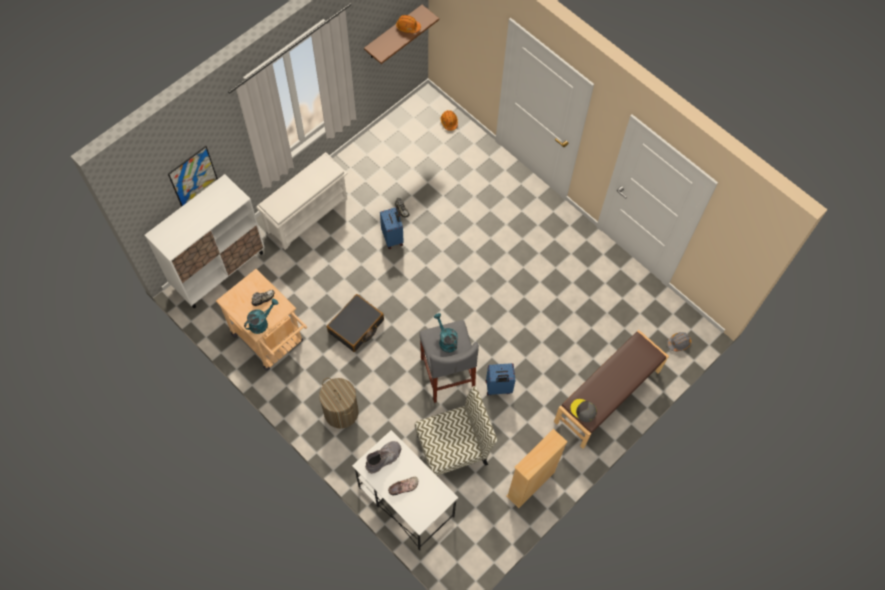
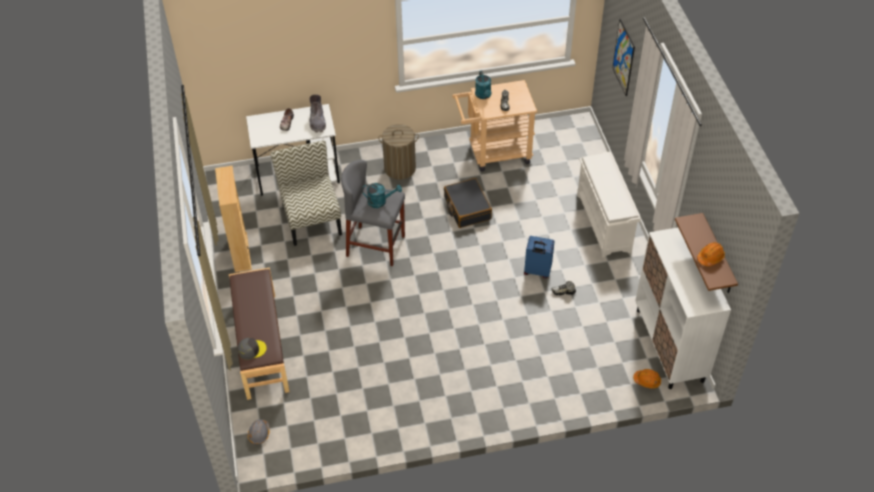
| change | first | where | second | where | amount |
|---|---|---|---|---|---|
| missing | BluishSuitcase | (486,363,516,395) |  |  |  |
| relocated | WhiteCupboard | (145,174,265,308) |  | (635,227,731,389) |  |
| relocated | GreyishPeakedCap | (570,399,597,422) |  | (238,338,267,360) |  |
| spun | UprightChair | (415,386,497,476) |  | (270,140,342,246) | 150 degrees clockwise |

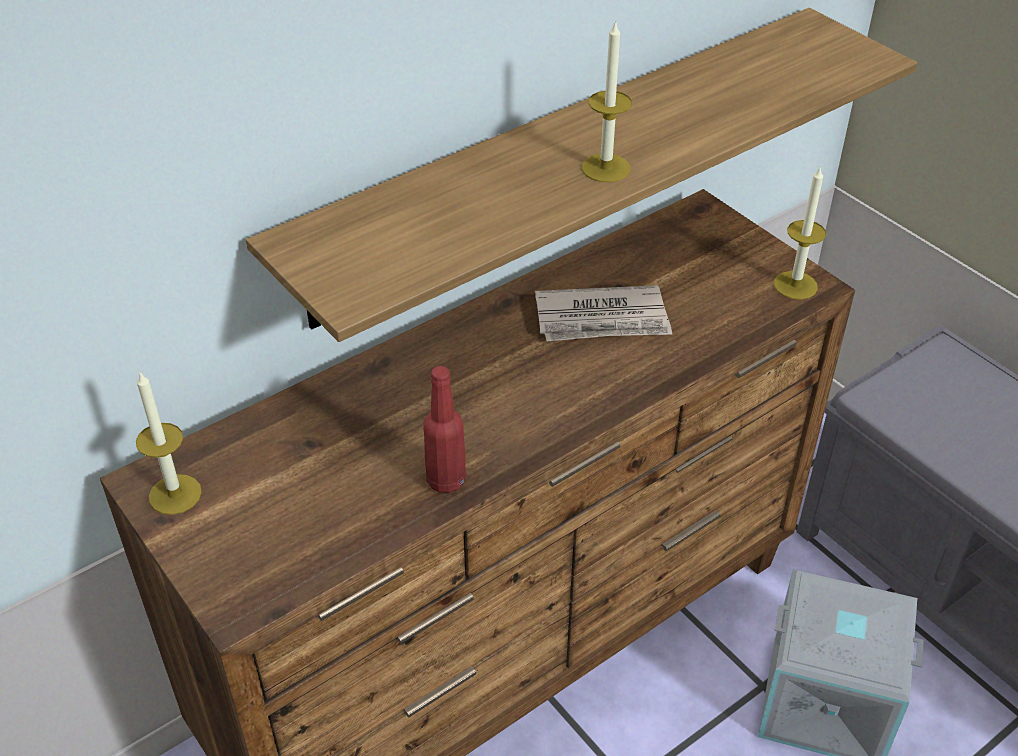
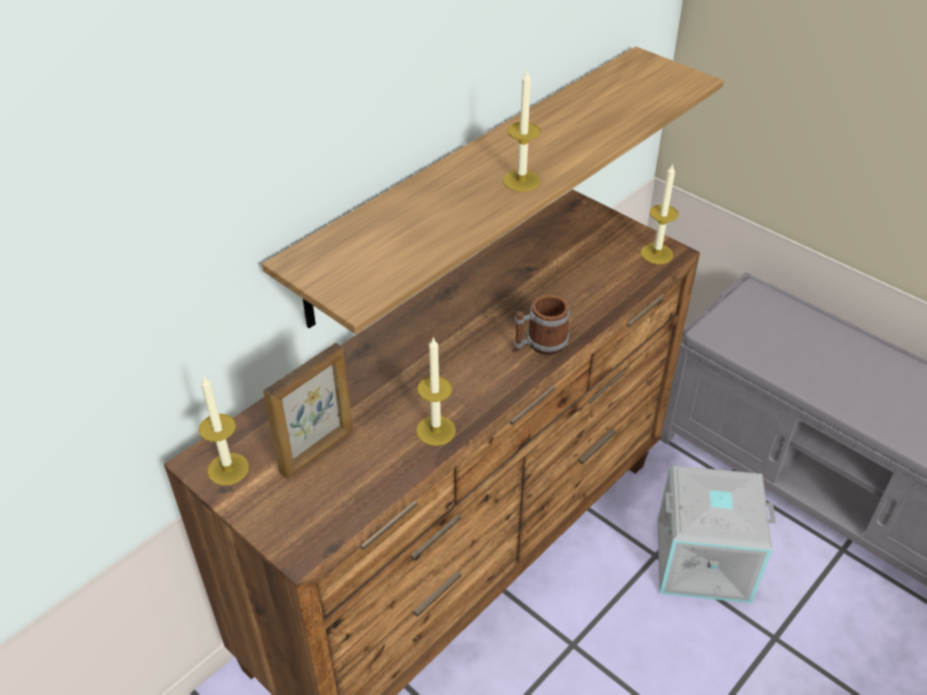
| change | first | where | second | where | amount |
|---|---|---|---|---|---|
| missing | PrintedPaper | (535,285,672,341) |  |  |  |
| appeared |  |  | PhotoFrame | (263,343,353,479) |  |
| appeared |  |  | CoffeeMug | (513,295,570,355) |  |
| exchanged | ReddishBeverageBottle | (424,366,466,493) | WaxCandle | (416,337,456,446) |  |

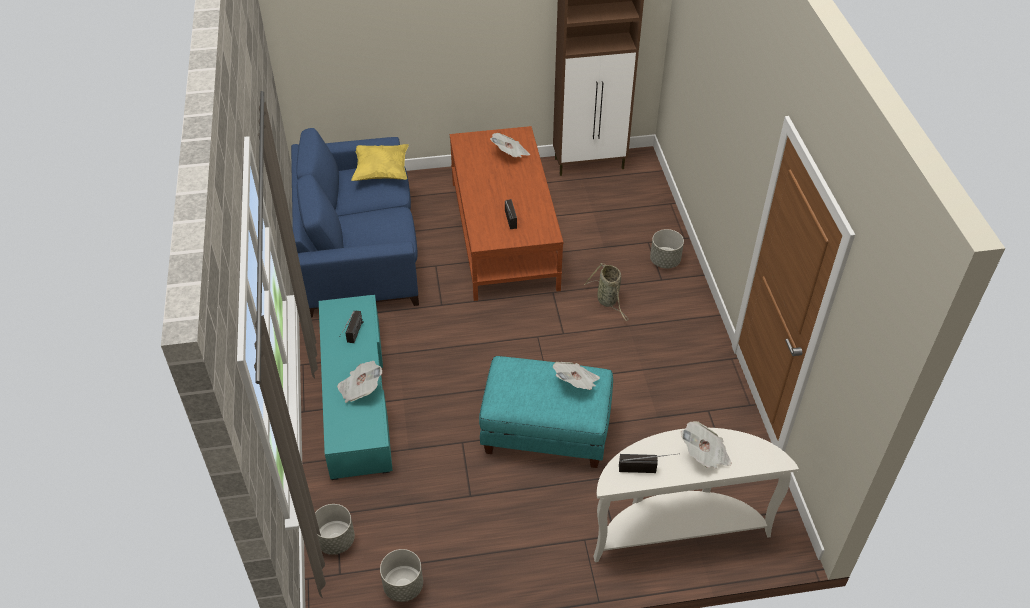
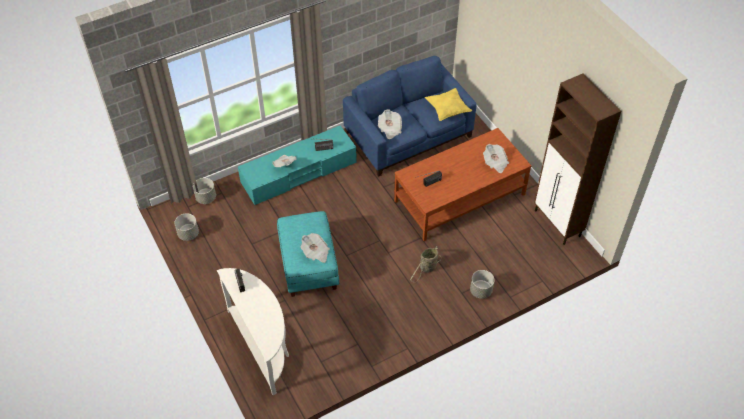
| change | first | where | second | where | amount |
|---|---|---|---|---|---|
| relocated | PrintedPaper | (681,421,732,468) |  | (378,109,402,139) |  |

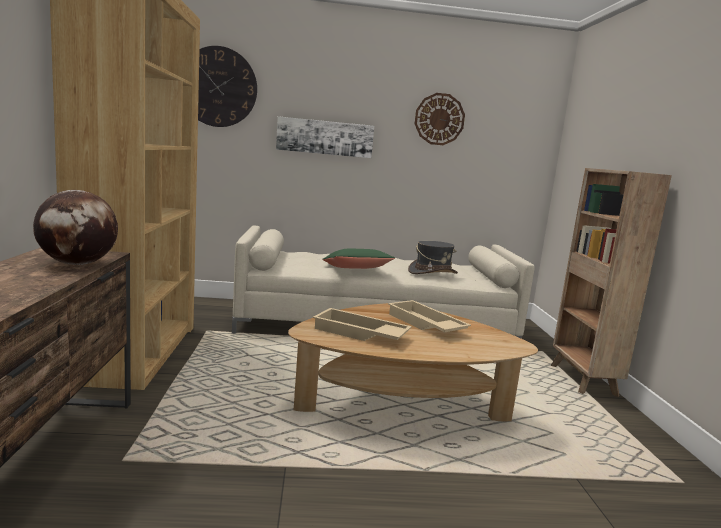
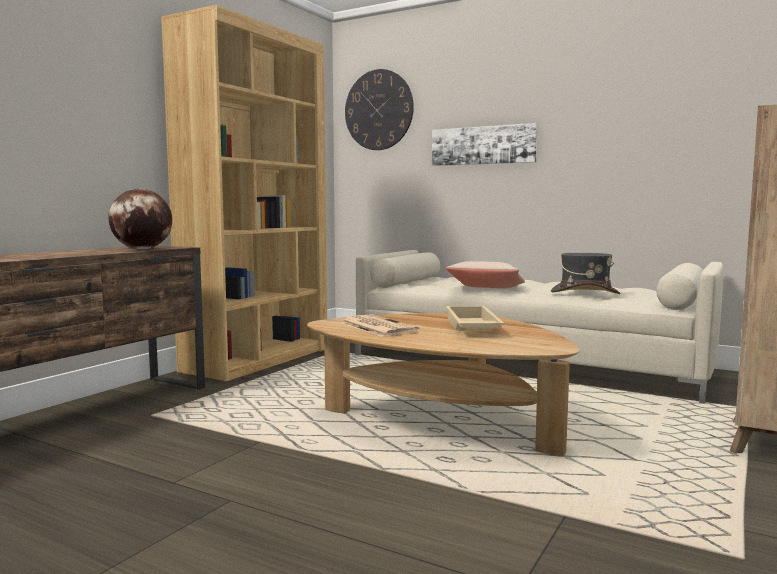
| change | first | where | second | where | amount |
|---|---|---|---|---|---|
| missing | HangingClock | (415,93,465,145) |  |  |  |
| exchanged | SandColouredTray | (313,308,412,341) | PrintedPaper | (341,314,420,337) |  |
| colour | GreenColouredThrowPillow | (322,249,395,269) | SandColouredThrowPillow | (446,261,525,288) |  |

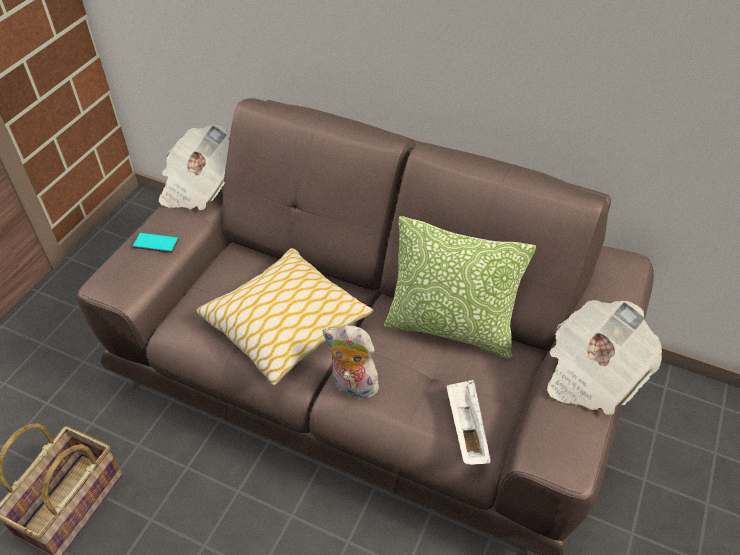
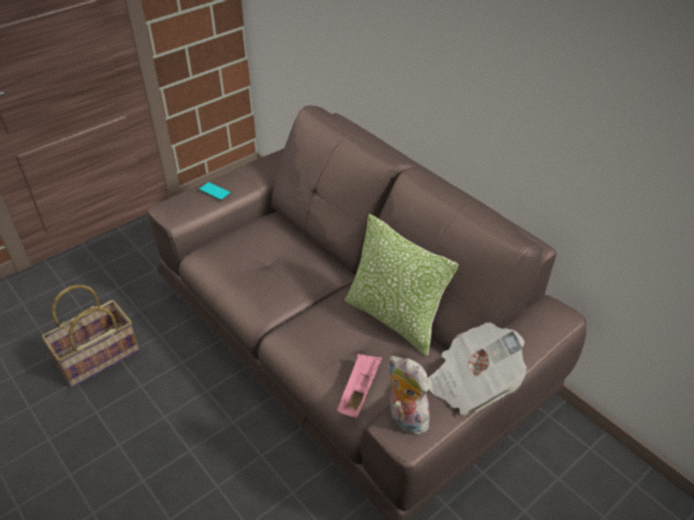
| change | first | where | second | where | amount |
|---|---|---|---|---|---|
| missing | PrintedPaper | (159,124,229,210) |  |  |  |
| missing | ThrowPillow | (197,248,373,385) |  |  |  |
| relocated | SoftToy | (323,325,381,399) |  | (389,356,430,435) |  |
| colour | WhiteTray | (447,380,491,465) | PinkColouredTray | (337,354,382,418) |  |

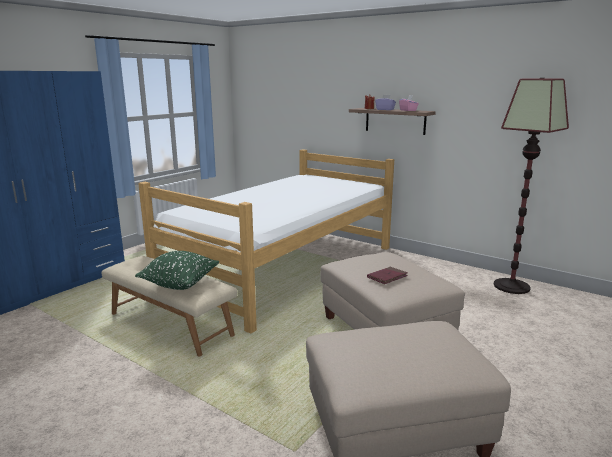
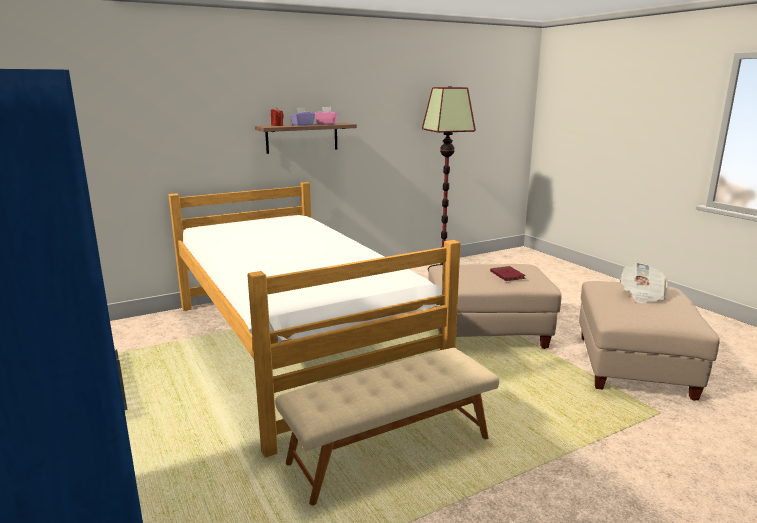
| change | first | where | second | where | amount |
|---|---|---|---|---|---|
| missing | GreenColouredThrowPillow | (135,251,219,290) |  |  |  |
| appeared |  |  | PrintedPaper | (620,263,668,303) |  |

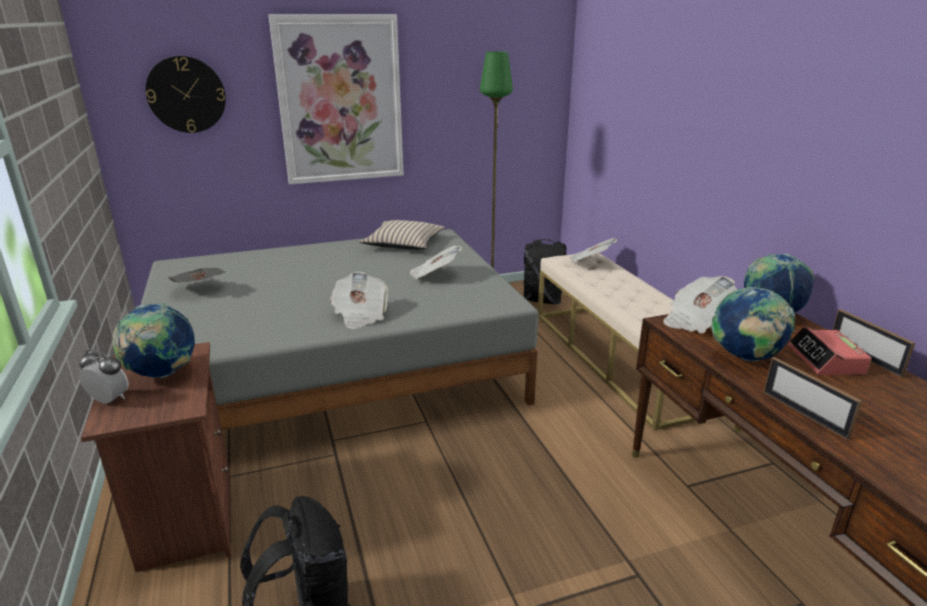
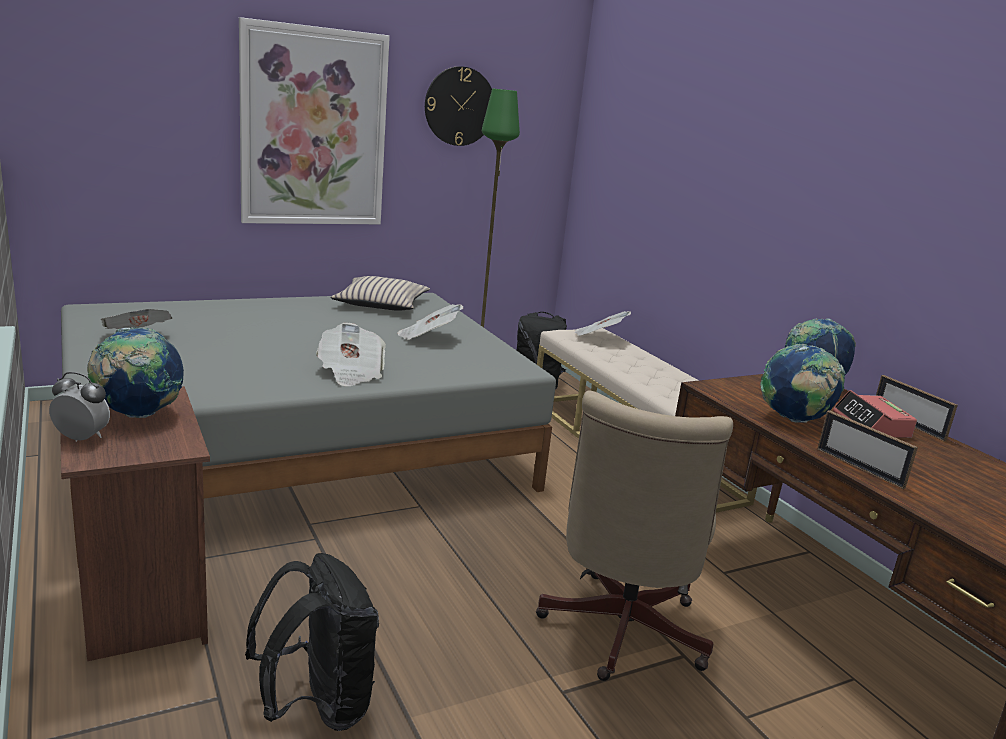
| change | first | where | second | where | amount |
|---|---|---|---|---|---|
| missing | PrintedPaper | (663,276,737,333) |  |  |  |
| appeared |  |  | SandColouredDeskChair | (536,390,733,681) |  |
| relocated | HangingClock | (146,56,226,133) |  | (425,66,492,146) |  |

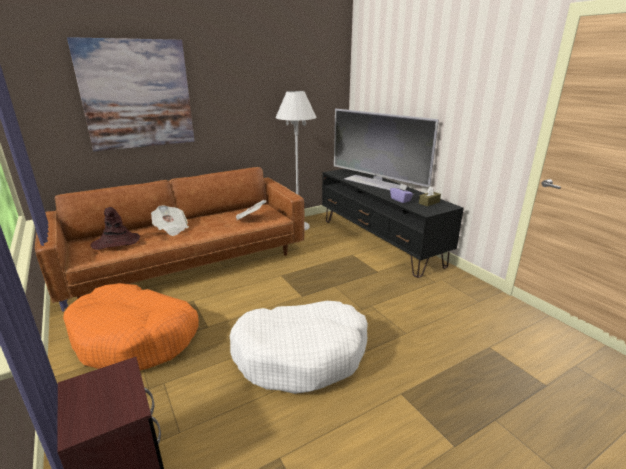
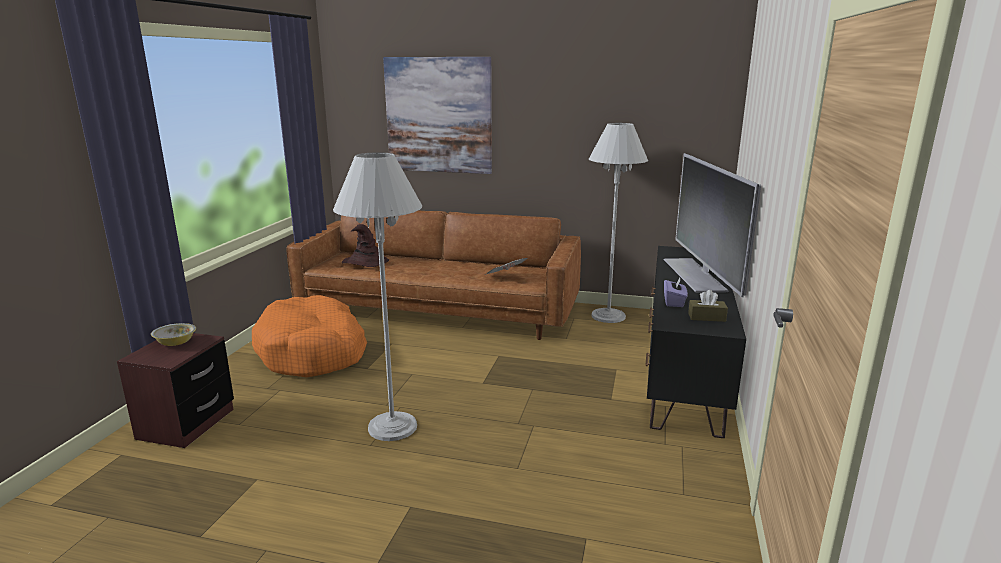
| change | first | where | second | where | amount |
|---|---|---|---|---|---|
| missing | PrintedPaper | (151,205,189,236) |  |  |  |
| appeared |  |  | ServingBowl | (151,323,196,346) |  |
| exchanged | WhiteDogCushion | (230,301,368,394) | WhiteStandardLamp | (333,152,422,441) |  |

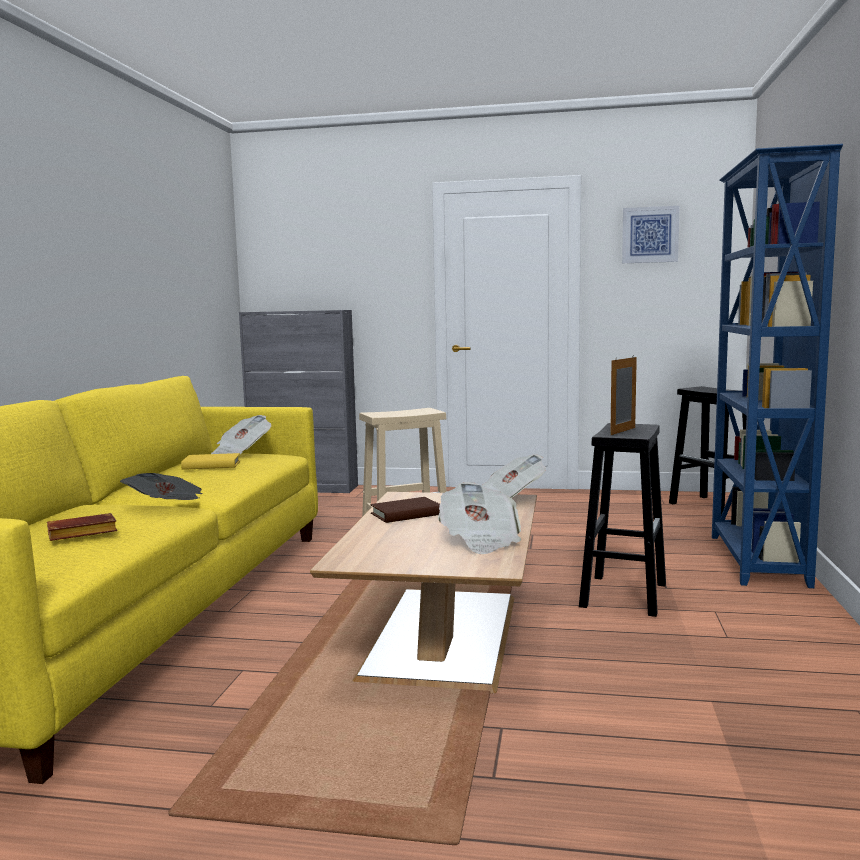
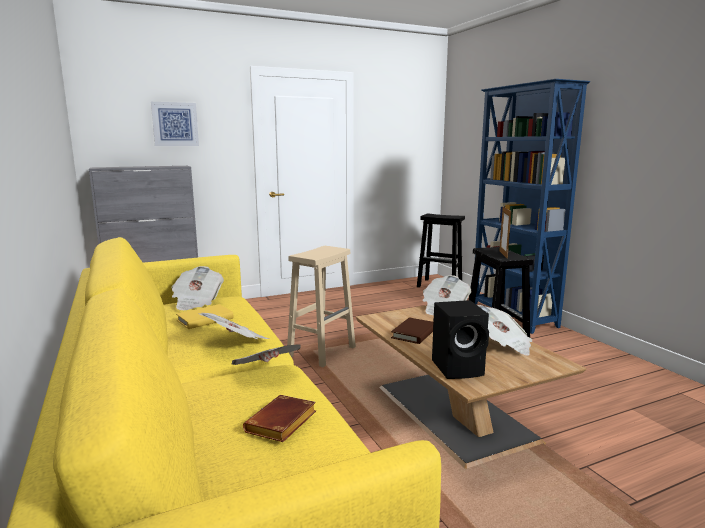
| change | first | where | second | where | amount |
|---|---|---|---|---|---|
| appeared |  |  | PrintedPaper | (199,313,270,339) |  |
| appeared |  |  | BlackishSpeaker | (432,300,489,379) |  |
| relocated | Picture | (622,206,680,263) |  | (151,102,199,146) |  |

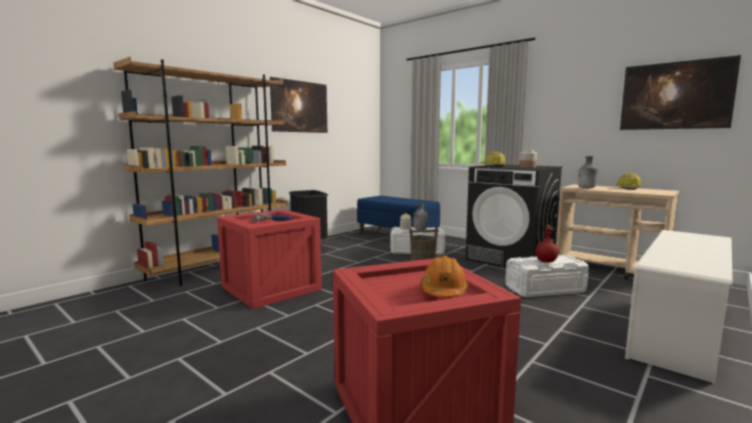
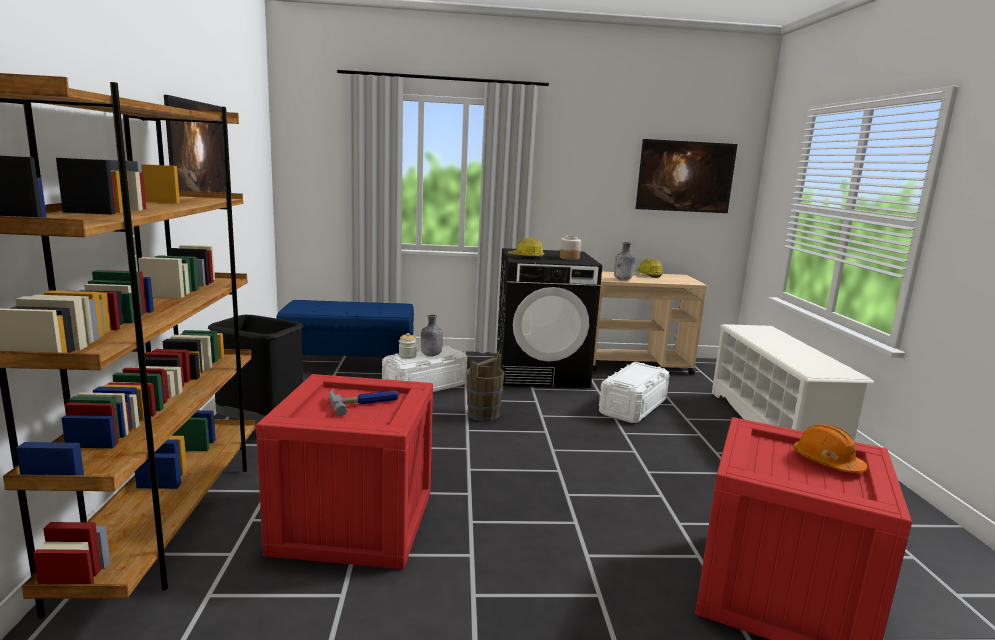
| change | first | where | second | where | amount |
|---|---|---|---|---|---|
| missing | ReddishBeverageBottle | (535,225,559,263) |  |  |  |

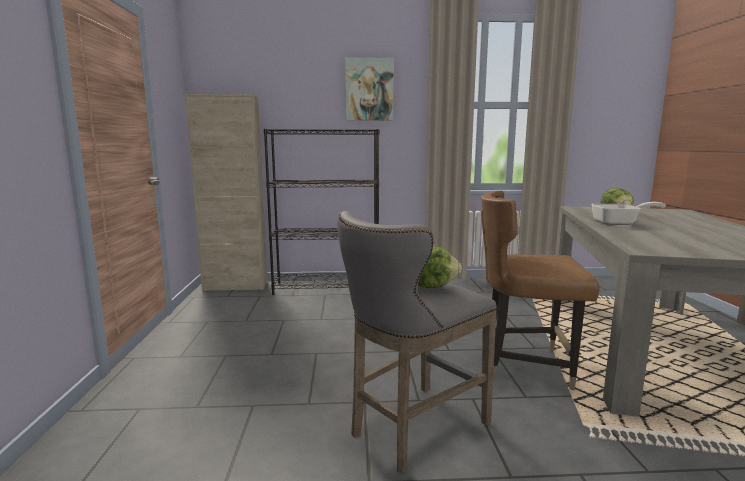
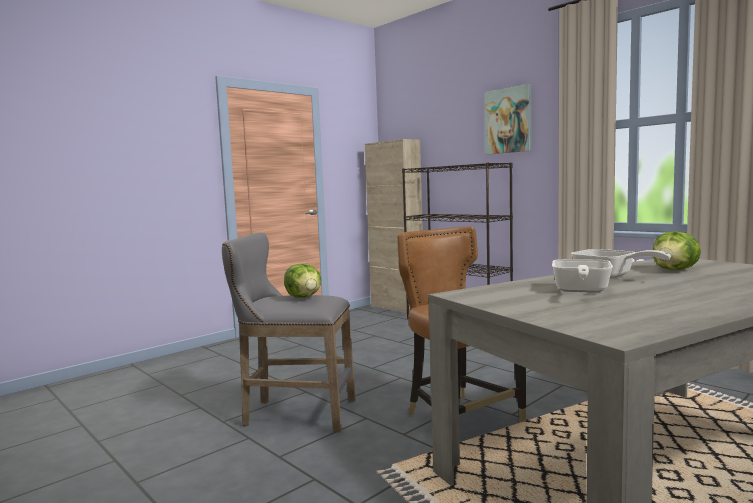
| change | first | where | second | where | amount |
|---|---|---|---|---|---|
| appeared |  |  | Skillet | (552,259,613,293) |  |

